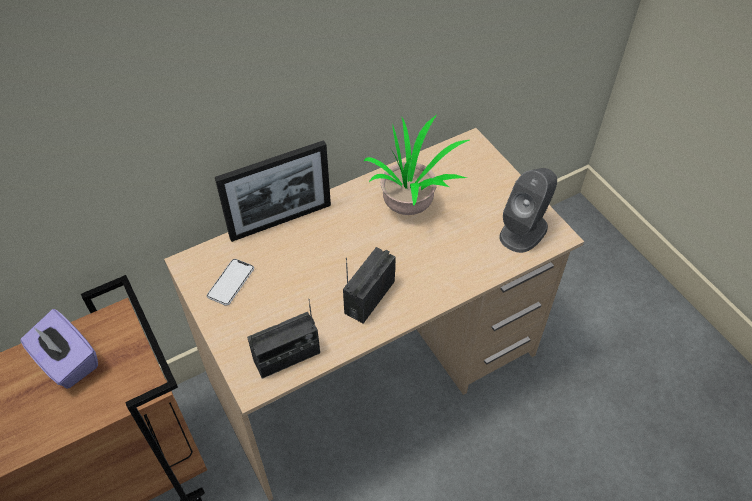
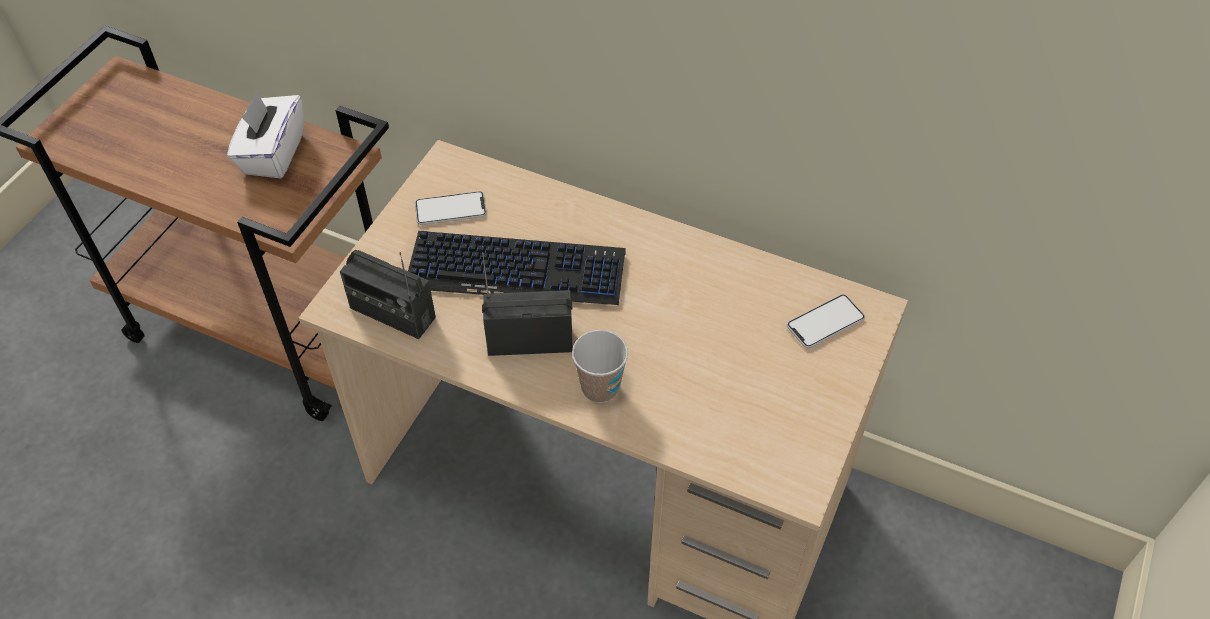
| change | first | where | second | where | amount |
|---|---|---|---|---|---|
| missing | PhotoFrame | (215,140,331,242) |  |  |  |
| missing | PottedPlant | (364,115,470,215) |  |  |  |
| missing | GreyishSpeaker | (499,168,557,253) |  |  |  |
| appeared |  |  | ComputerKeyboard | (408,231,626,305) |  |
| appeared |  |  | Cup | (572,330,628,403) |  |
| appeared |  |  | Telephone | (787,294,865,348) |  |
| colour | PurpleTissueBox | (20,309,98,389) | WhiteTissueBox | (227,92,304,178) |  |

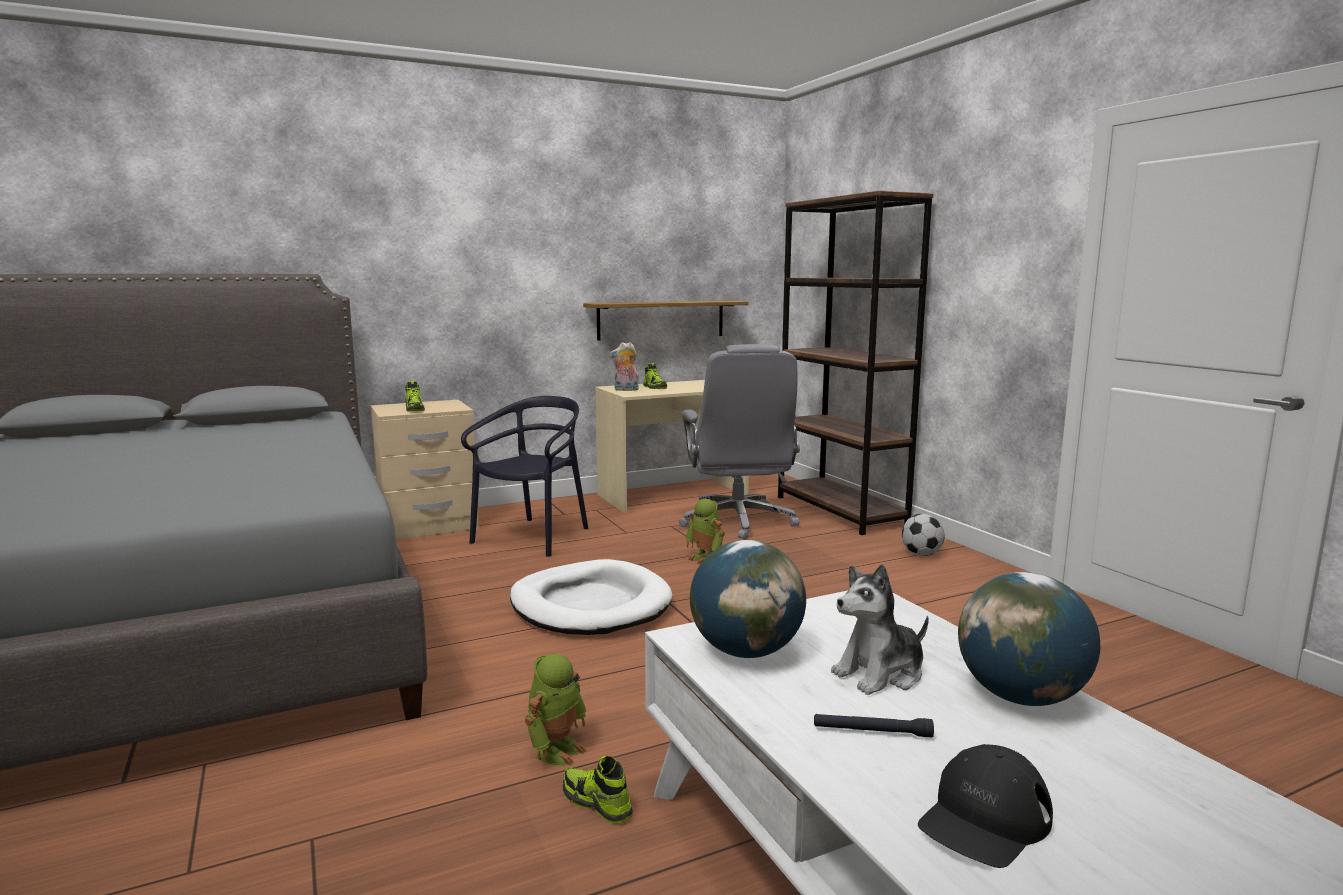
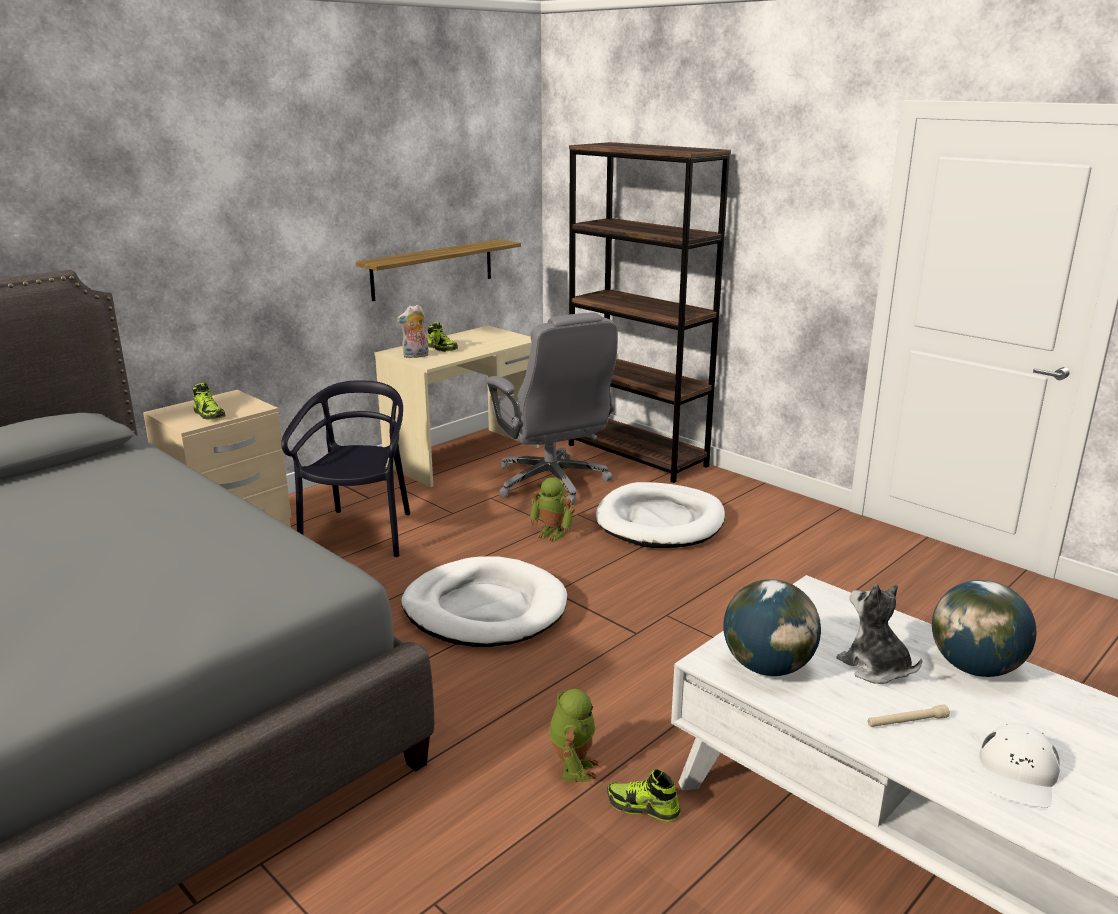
| change | first | where | second | where | amount |
|---|---|---|---|---|---|
| missing | Football | (902,514,945,556) |  |  |  |
| appeared |  |  | WhiteDogCushion | (596,482,725,548) |  |
| colour | BlackishTorch | (814,714,934,737) | SandColouredTorch | (868,705,950,727) |  |
| colour | BlackishPeakedCap | (918,744,1053,868) | WhitePeakedCap | (979,723,1060,808) |  |
| spun | SoftToy | (831,564,929,695) |  | (837,584,923,684) | 105 degrees clockwise |

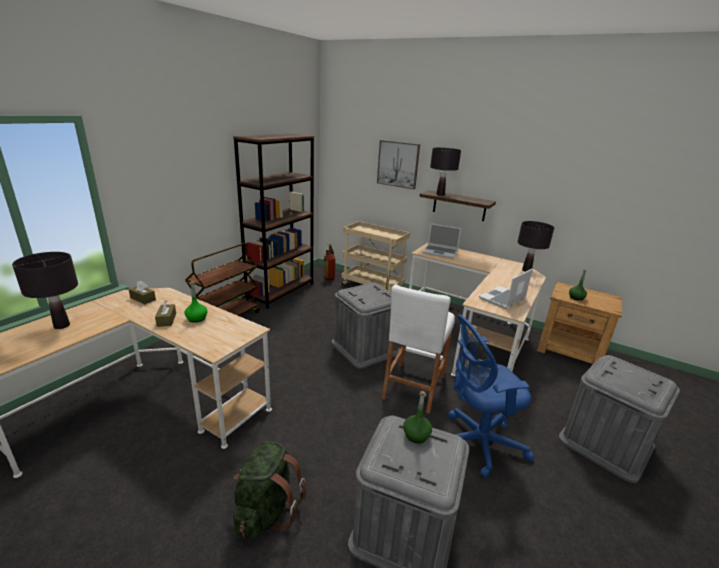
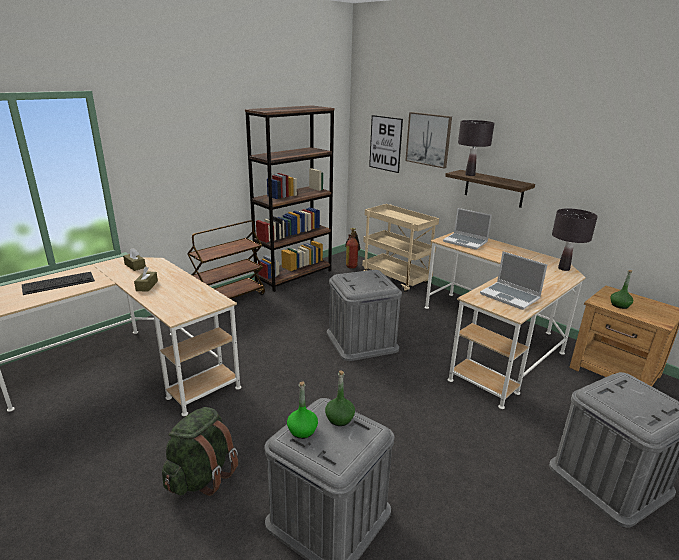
| change | first | where | second | where | amount |
|---|---|---|---|---|---|
| missing | WhiteStoolSeat | (382,285,455,414) |  |  |  |
| missing | BluishDeskChair | (448,315,535,478) |  |  |  |
| appeared |  |  | Picture | (369,115,403,173) |  |
| relocated | GreenColouredBeverageBottle | (184,281,207,323) |  | (287,381,318,439) |  |
| exchanged | BlackishTabletopLamp | (12,252,78,329) | ComputerKeyboard | (21,272,95,295) |  |
| spun | NotebookComputer | (479,269,533,309) |  | (480,251,548,310) | 105 degrees counterclockwise |

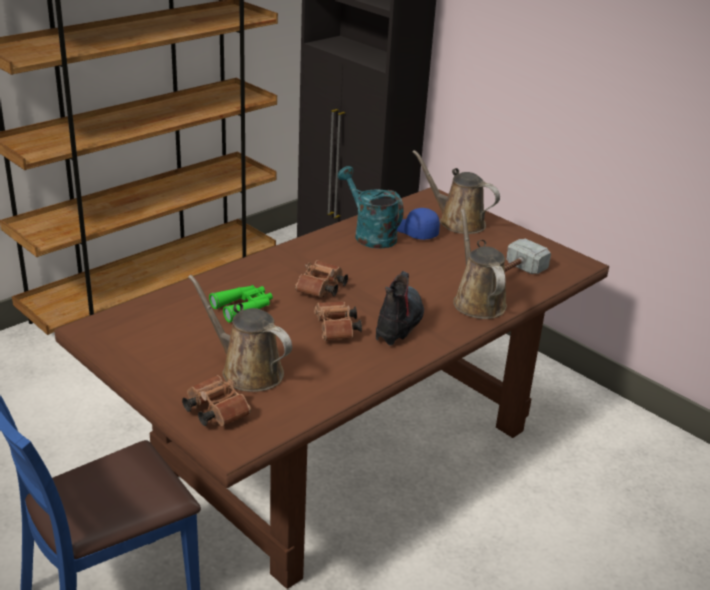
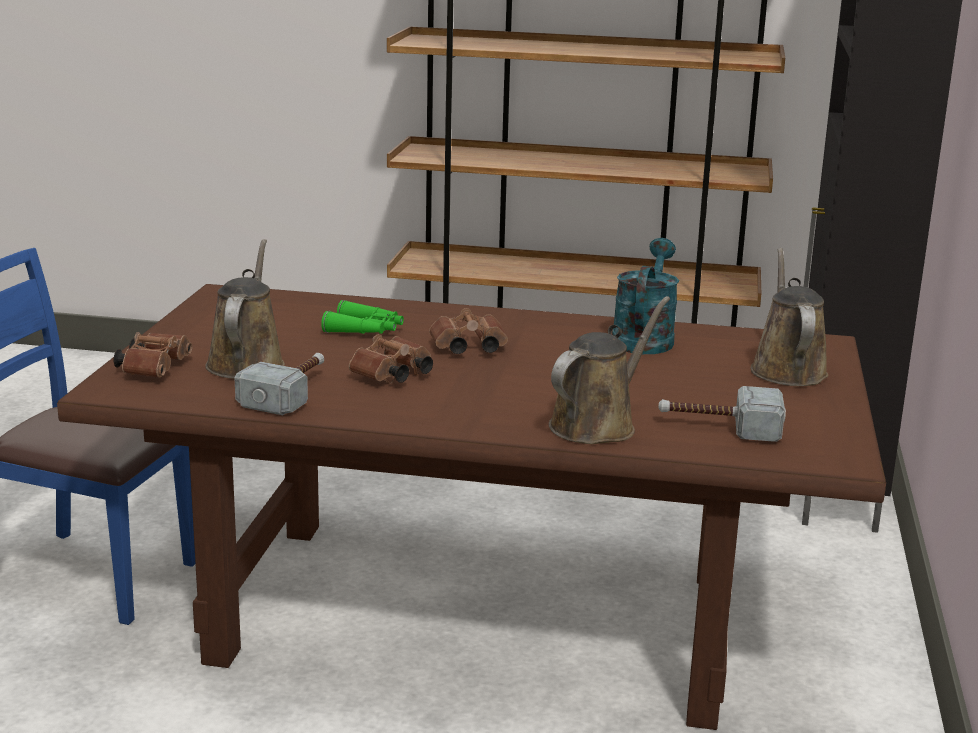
| change | first | where | second | where | amount |
|---|---|---|---|---|---|
| missing | HighTopBoot | (376,271,424,345) |  |  |  |
| missing | BluishPeakedCap | (397,208,440,240) |  |  |  |
| appeared |  |  | ToolHammer | (234,353,324,415) |  |

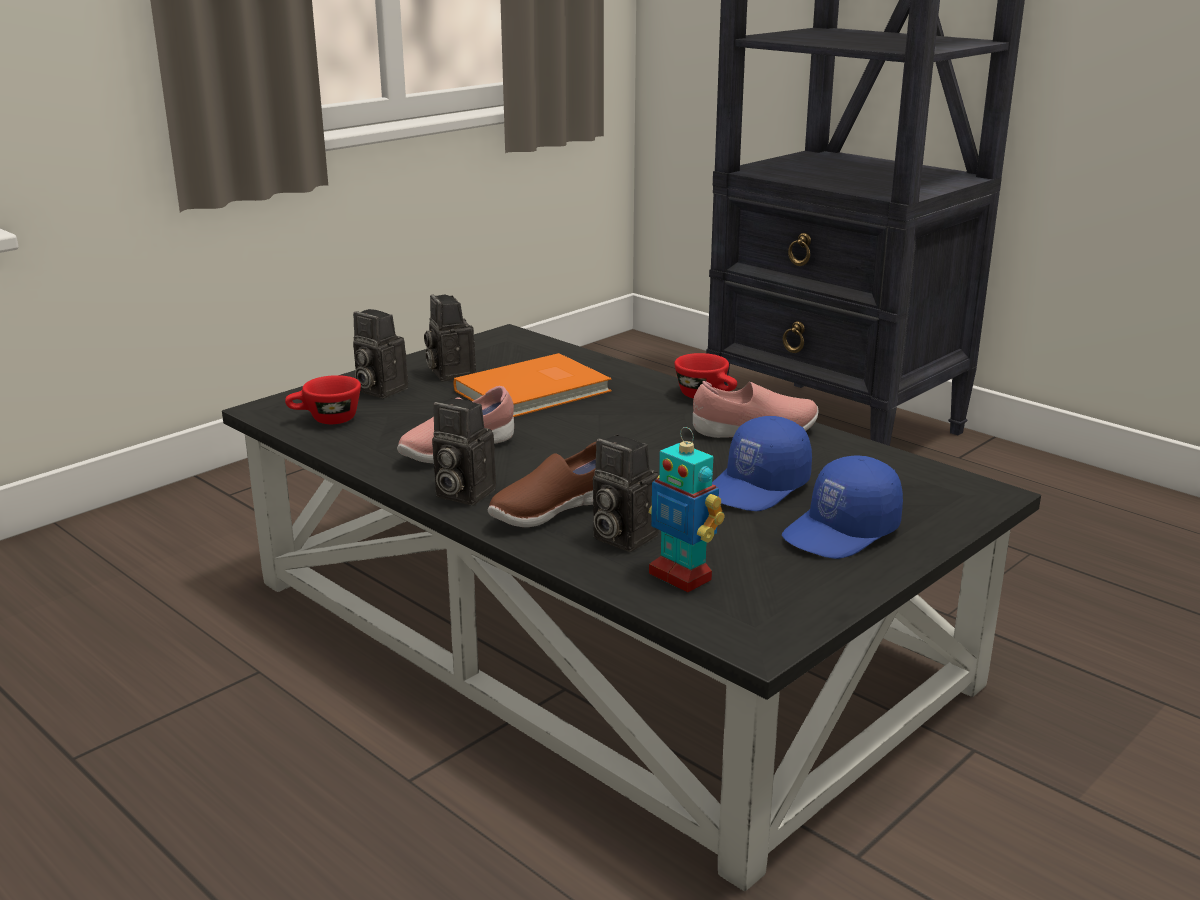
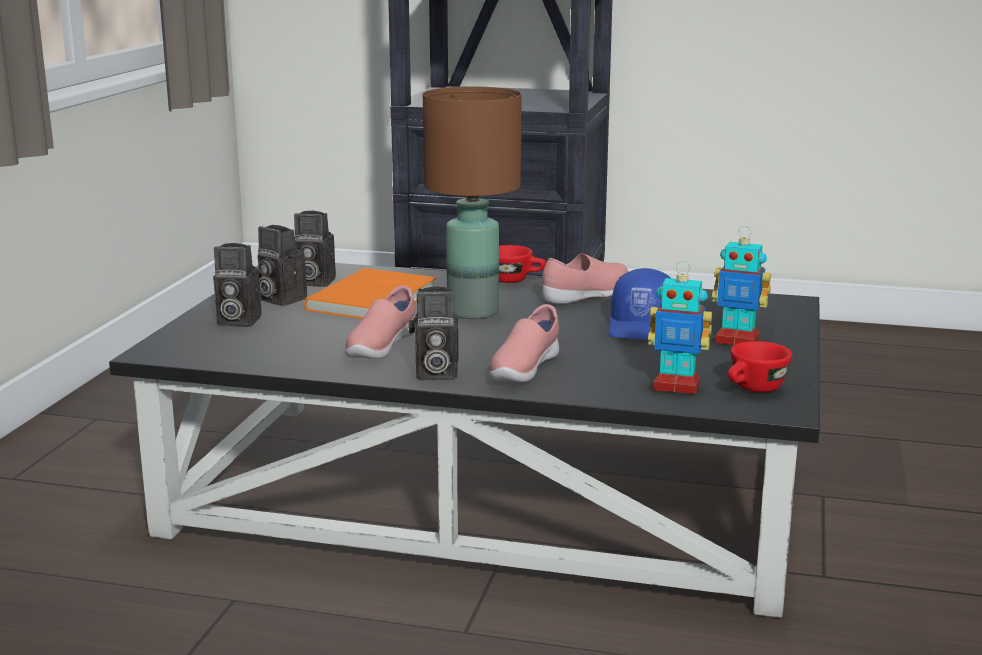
| change | first | where | second | where | amount |
|---|---|---|---|---|---|
| appeared |  |  | BrownishTabletopLamp | (423,87,522,319) |  |
| relocated | ReddishCup | (285,375,361,424) |  | (728,341,792,392) |  |
| relocated | StillCamera | (593,435,659,552) |  | (294,211,336,287) |  |
| exchanged | BluishPeakedCap | (782,455,903,559) | RobotFigure | (712,226,771,345) |  |
| colour | BrownishLowShoe | (488,442,596,527) | PinkColouredLowShoe | (489,304,559,382) |  |

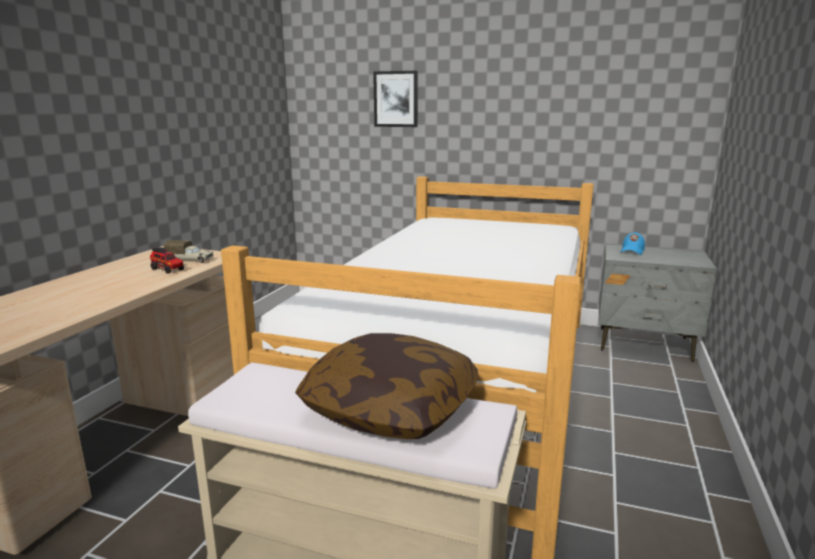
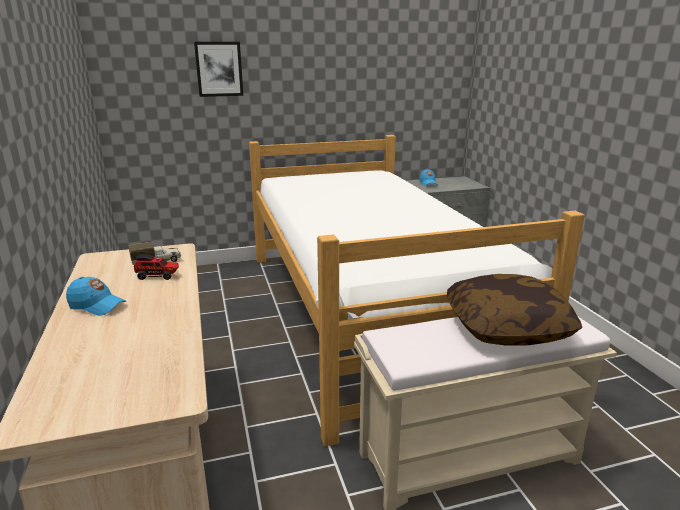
| change | first | where | second | where | amount |
|---|---|---|---|---|---|
| appeared |  |  | BluishPeakedCap | (66,277,126,316) |  |

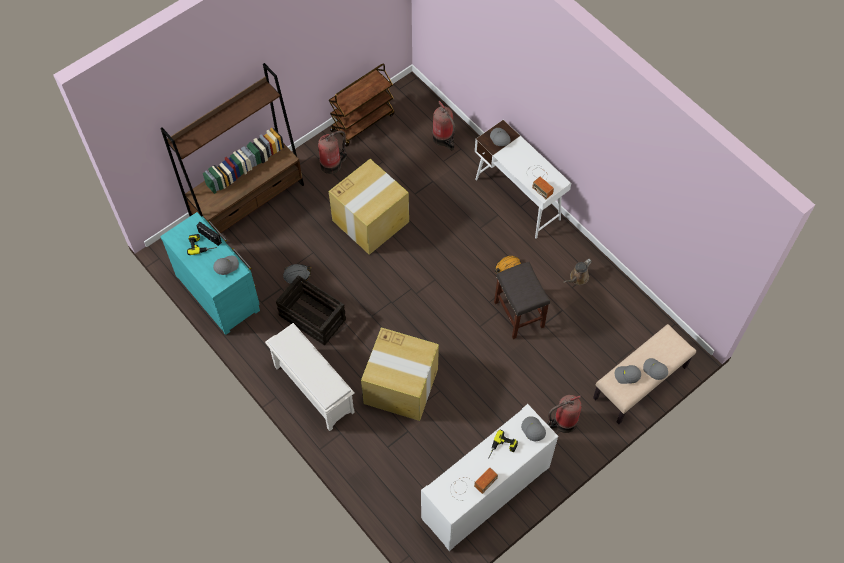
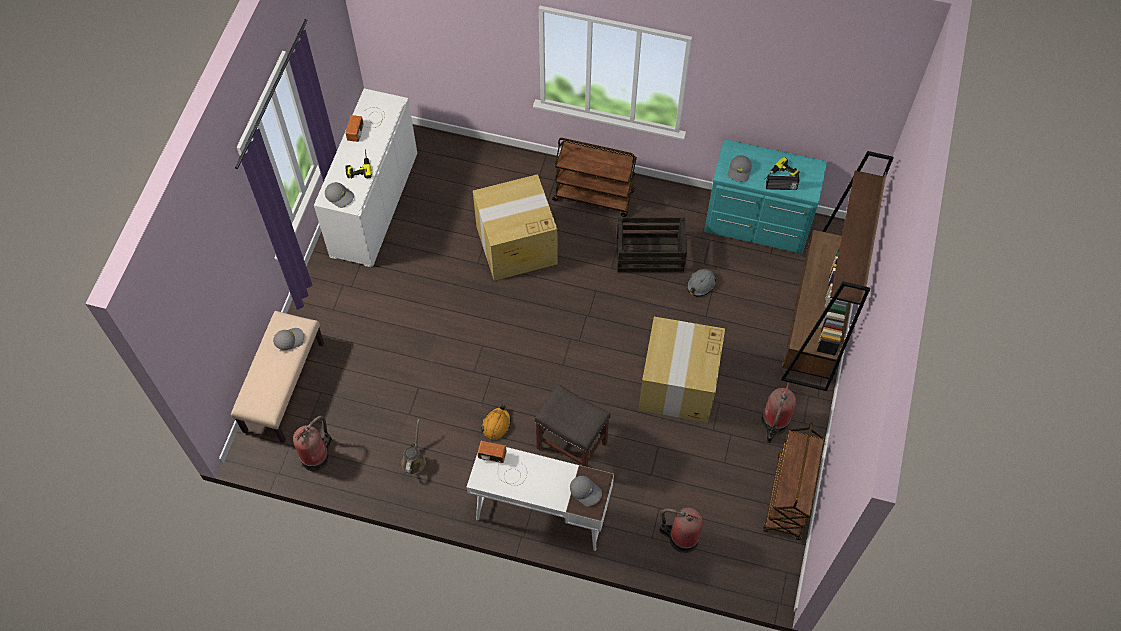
| change | first | where | second | where | amount |
|---|---|---|---|---|---|
| missing | GreyishPeakedCap | (643,358,668,380) |  |  |  |
| relocated | GreyishStoolSeat | (494,262,550,339) |  | (535,384,611,467) |  |
| relocated | Extinguisher | (547,395,582,433) |  | (293,416,332,471) |  |
| exchanged | WhiteShoeRack | (265,323,355,431) | BrownishWheeledCart | (552,138,637,217) |  |

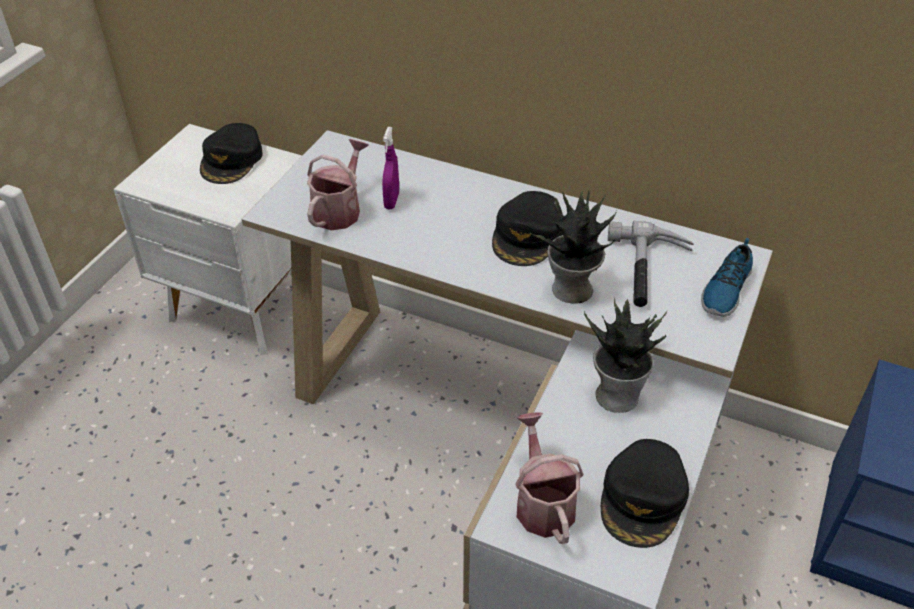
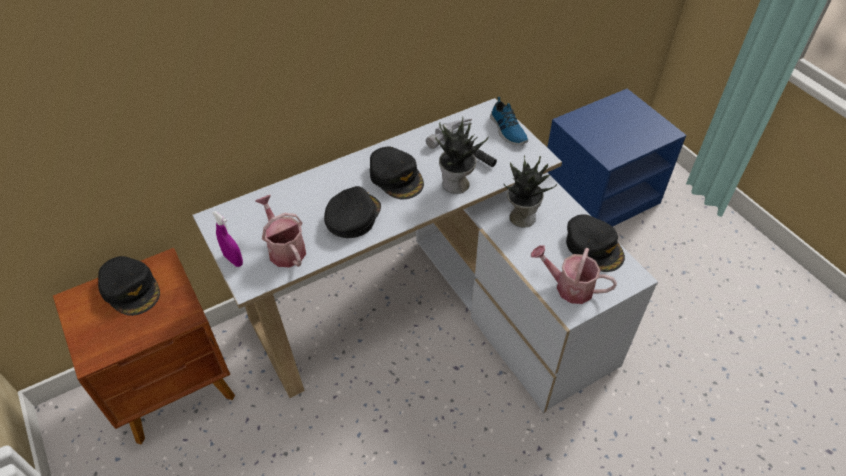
| change | first | where | second | where | amount |
|---|---|---|---|---|---|
| appeared |  |  | BlackishPeakedCap | (324,186,381,238) |  |
| relocated | PurpleHandSprayer | (382,127,399,209) |  | (212,211,243,267) |  |
| colour | WhiteBedsideTable | (114,124,302,355) | BrownishBedsideTable | (53,248,235,444) |  |

